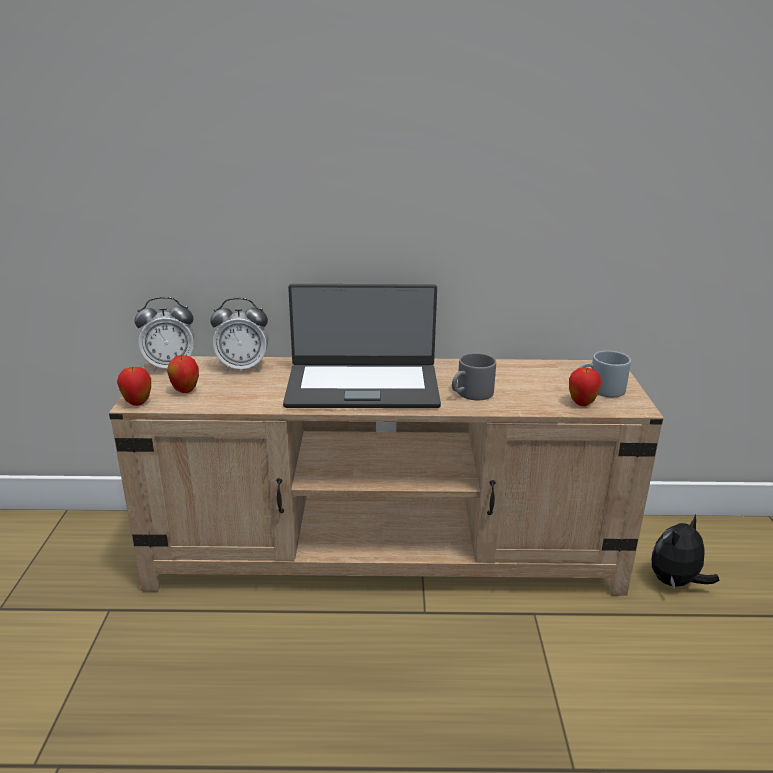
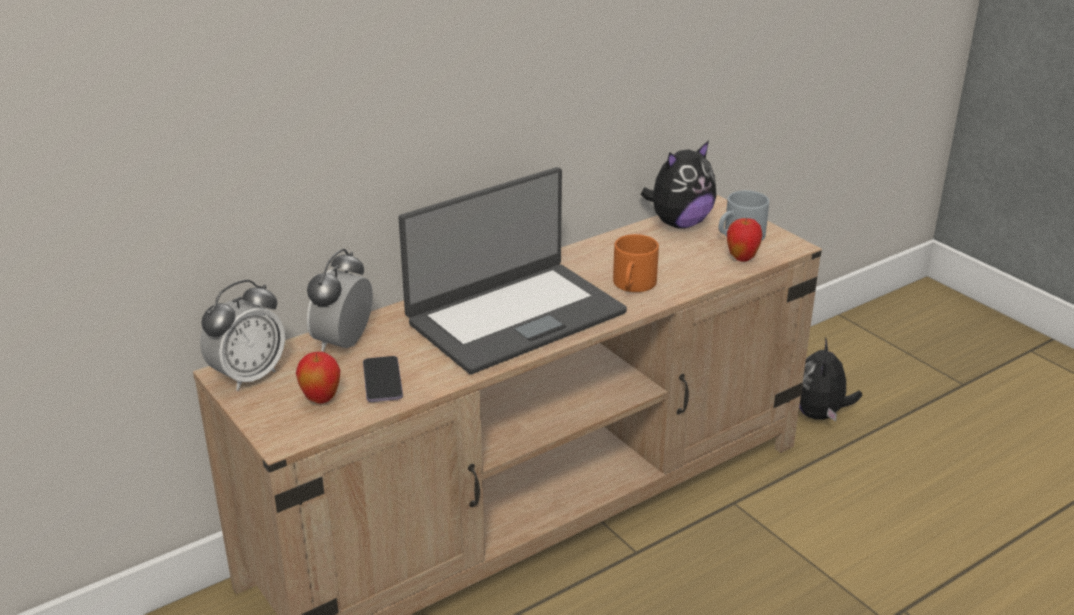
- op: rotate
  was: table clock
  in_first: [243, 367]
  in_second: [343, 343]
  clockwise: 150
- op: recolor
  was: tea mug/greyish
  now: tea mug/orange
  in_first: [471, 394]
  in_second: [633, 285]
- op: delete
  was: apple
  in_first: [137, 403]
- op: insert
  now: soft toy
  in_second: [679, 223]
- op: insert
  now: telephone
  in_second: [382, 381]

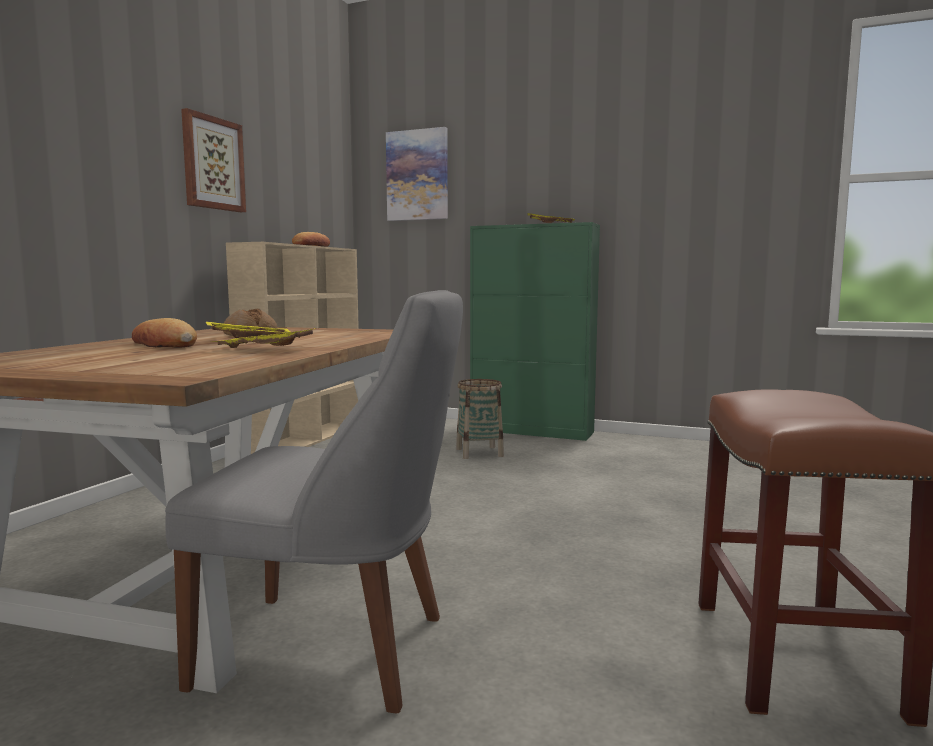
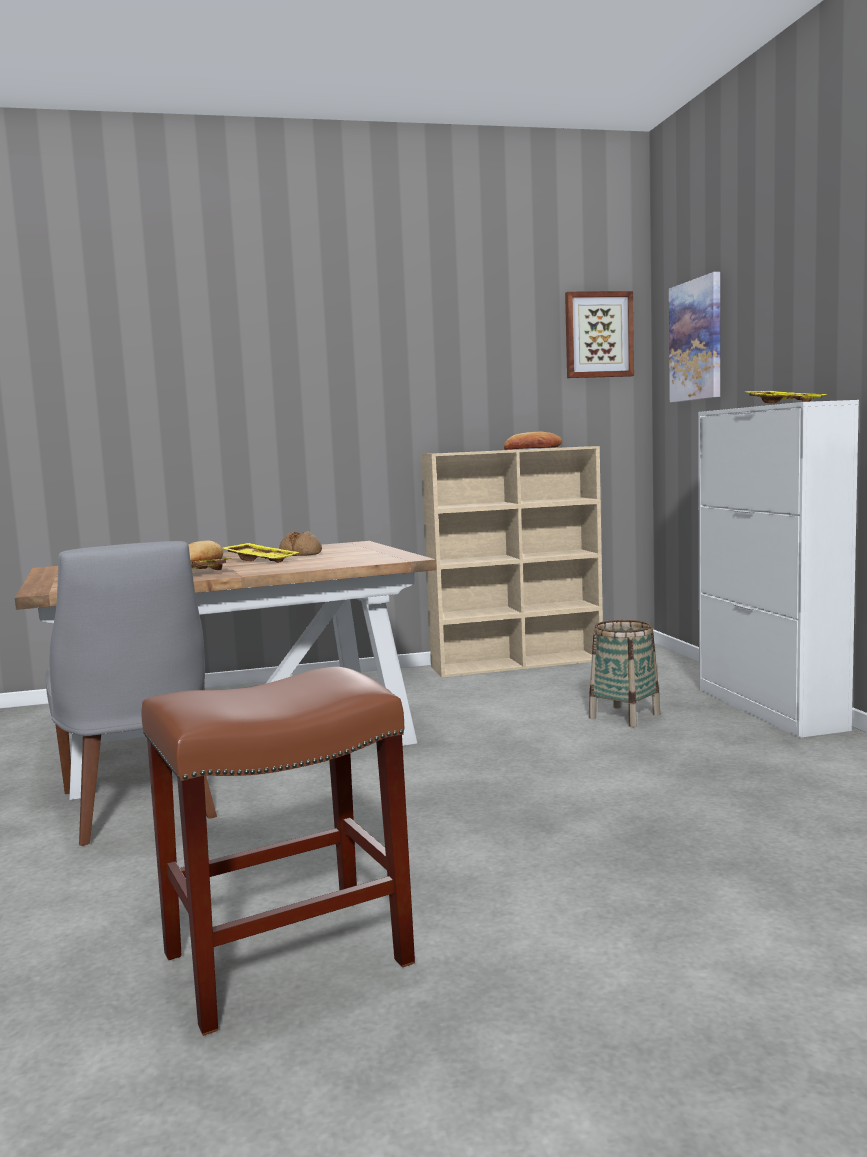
- op: move
  was: wall art
  in_first: [212, 163]
  in_second: [598, 335]
- op: recolor
  was: cupboard/greenish
  now: cupboard/white-coloured
  in_first: [532, 431]
  in_second: [769, 709]

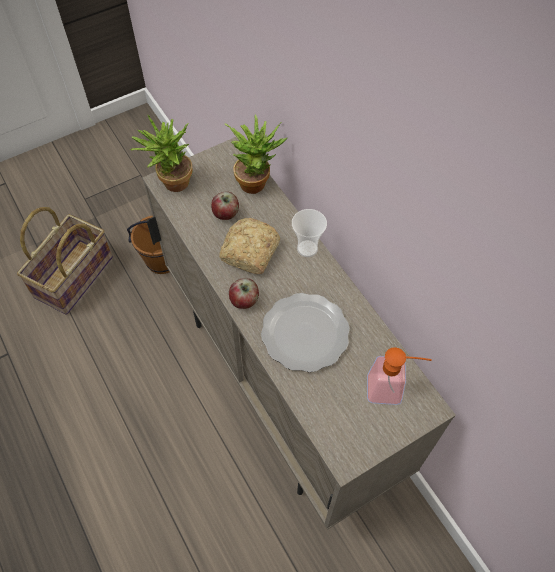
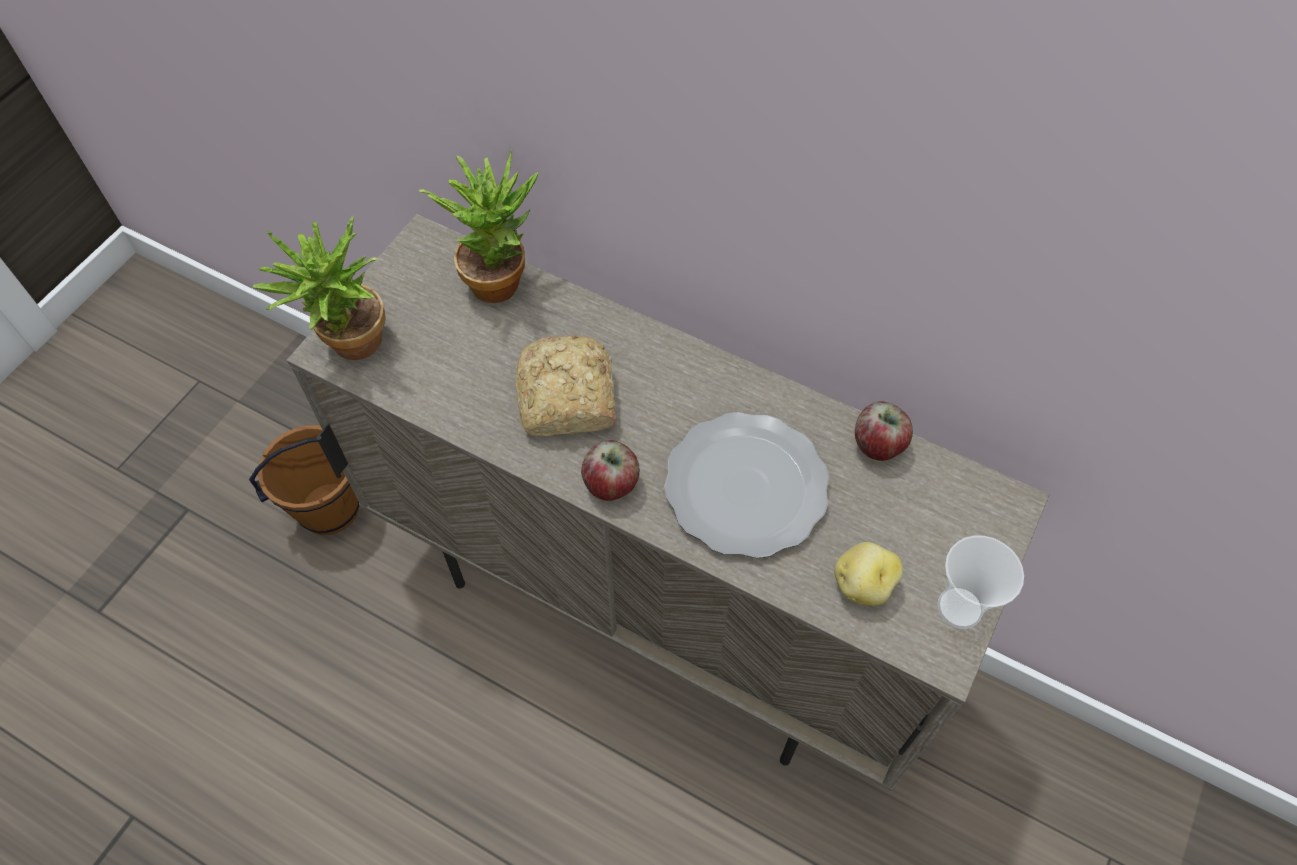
- op: move
  was: apple
  in_first: [226, 214]
  in_second: [878, 444]
- op: delete
  was: storage basket
  in_first: [75, 278]
- op: move
  was: drinking cup
  in_first: [307, 248]
  in_second: [959, 608]
- op: delete
  was: liquid soap bottle
  in_first: [391, 389]
- op: insert
  now: spud
  in_second: [862, 584]

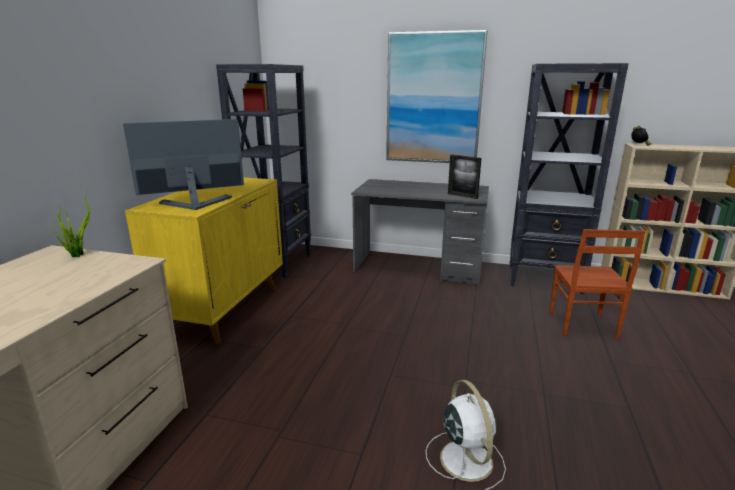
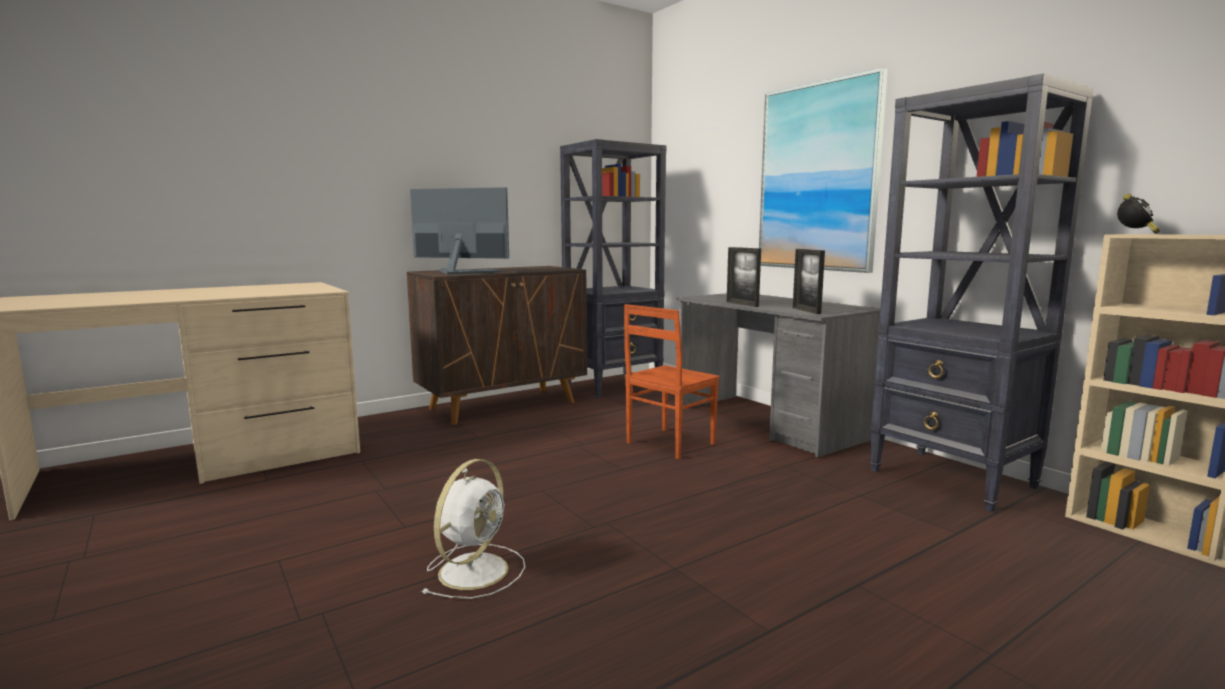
- op: recolor
  was: cupboard/yellow-coloured
  now: cupboard/brown
  in_first: [225, 308]
  in_second: [504, 405]
- op: delete
  was: plant in a pot
  in_first: [77, 254]
- op: move
  was: plain chair/brown
  in_first: [581, 326]
  in_second: [668, 443]
- op: insert
  now: picture frame
  in_second: [742, 304]

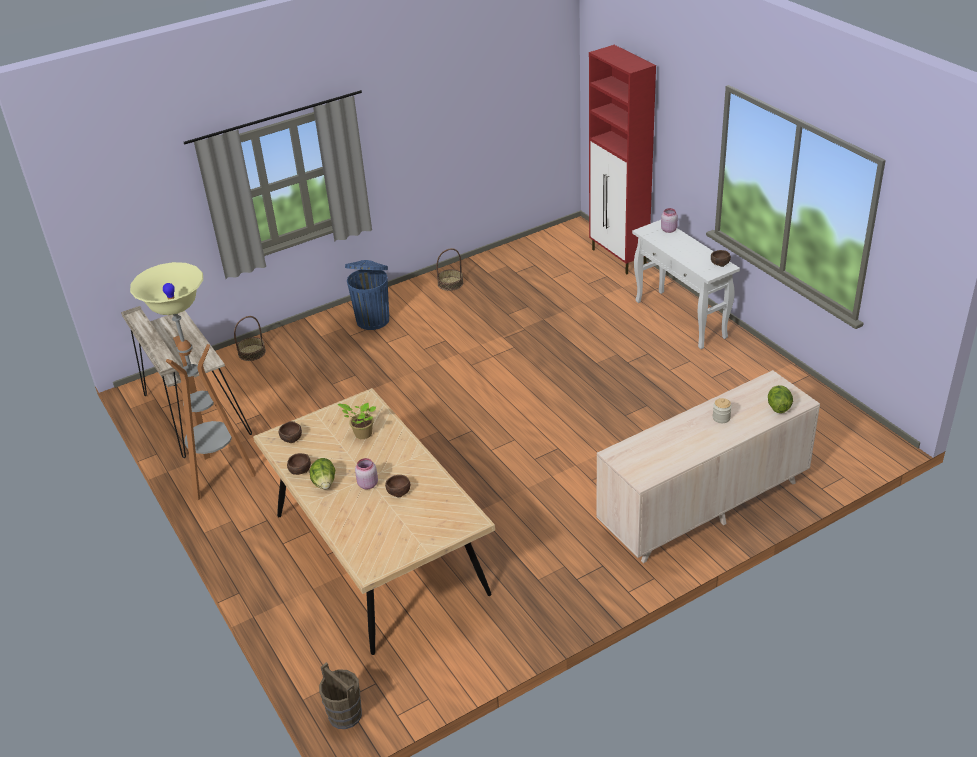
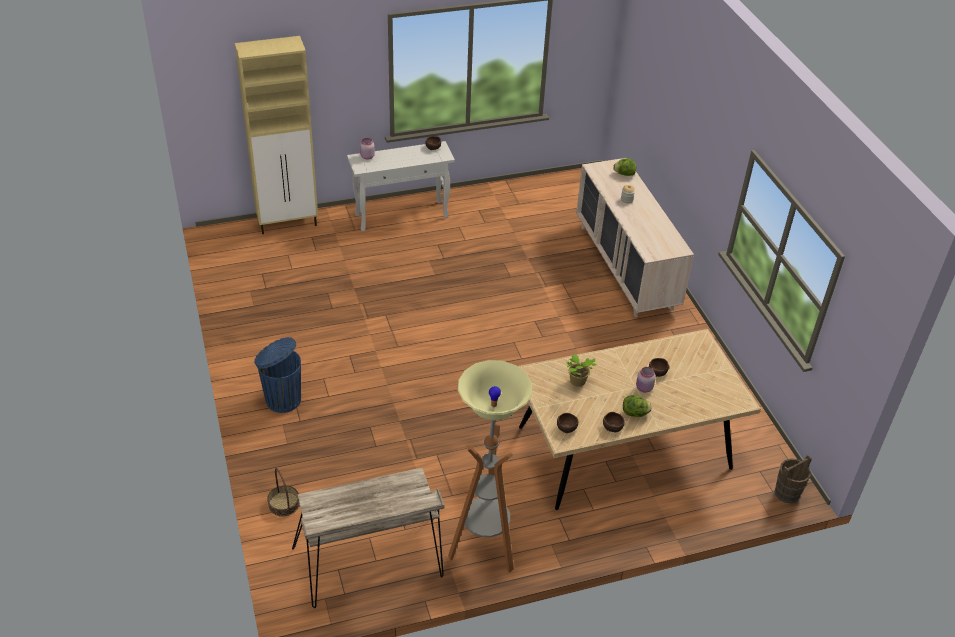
- op: recolor
  was: cupboard/reddish
  now: cupboard/beige
  in_first: [619, 258]
  in_second: [288, 223]
- op: delete
  was: storage basket
  in_first: [450, 283]

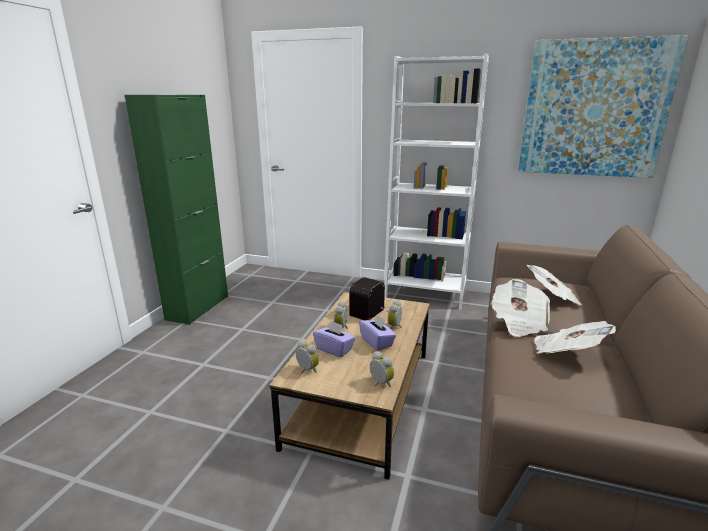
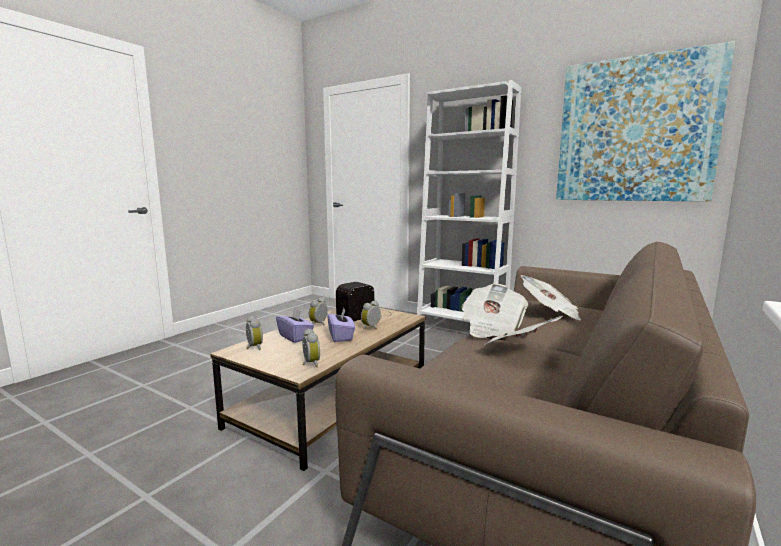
- op: delete
  was: cupboard/greenish
  in_first: [198, 307]

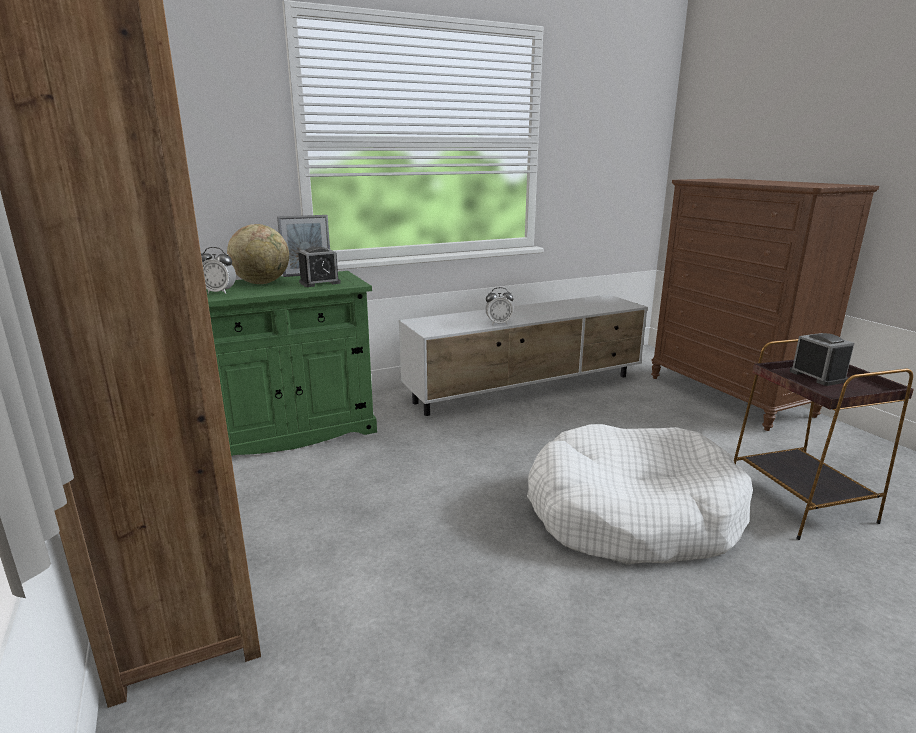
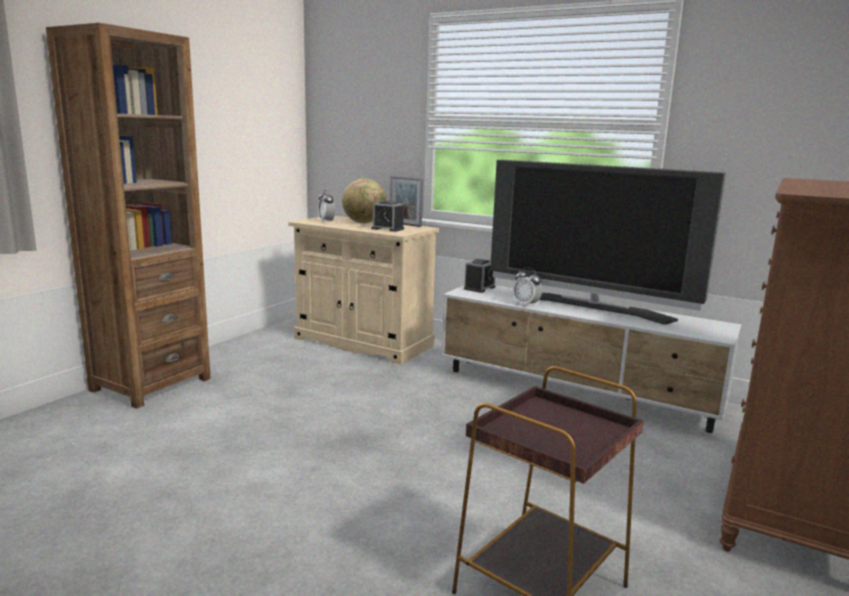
- op: recolor
  was: cupboard/greenish
  now: cupboard/beige
  in_first: [288, 432]
  in_second: [363, 342]
- op: move
  was: table clock
  in_first: [817, 376]
  in_second: [479, 288]
- op: delete
  was: pet bed/white-coloured
  in_first: [631, 514]
- op: insert
  now: television
  in_second: [591, 307]

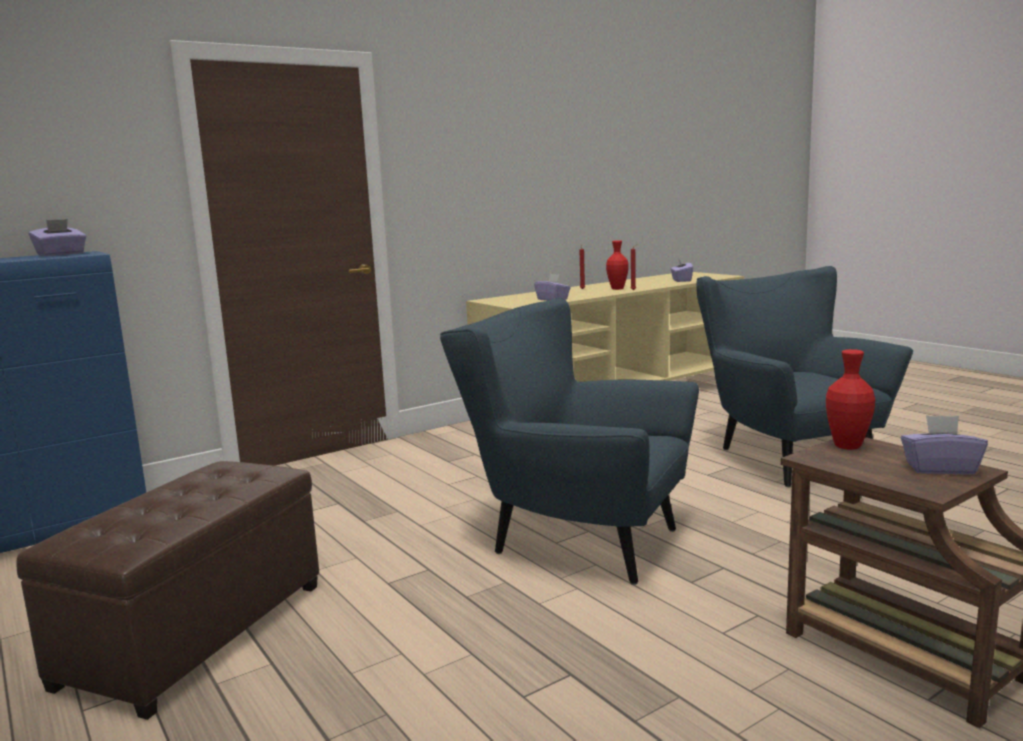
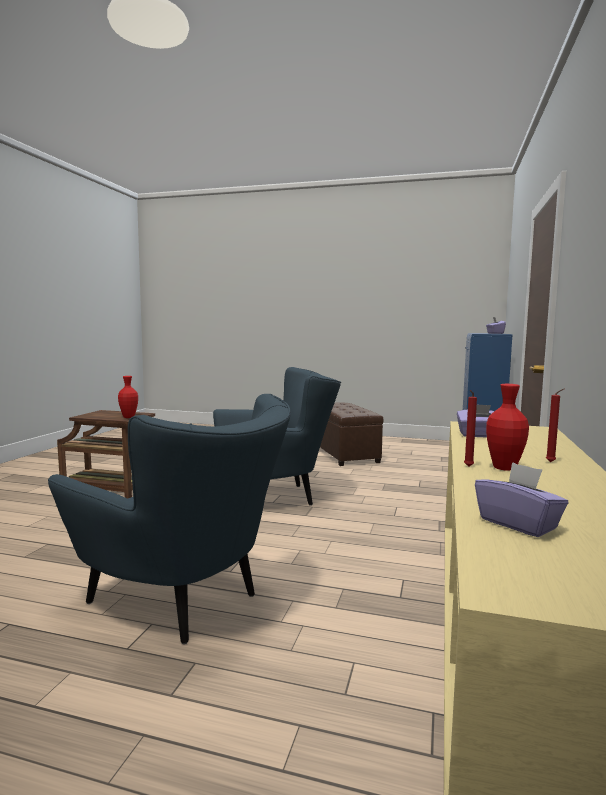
- op: delete
  was: box of tissues/purplish
  in_first: [940, 468]

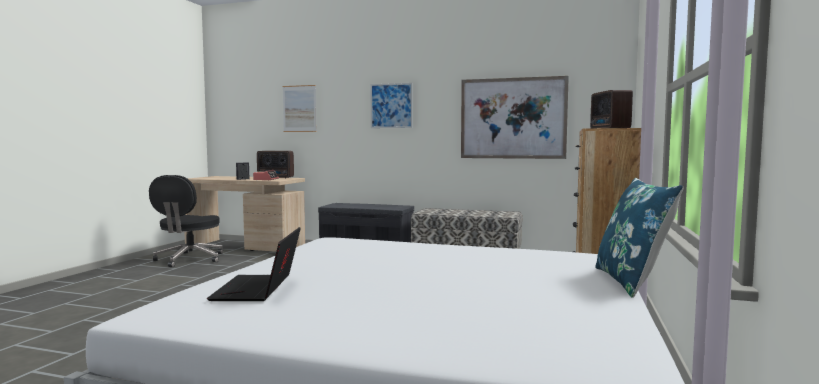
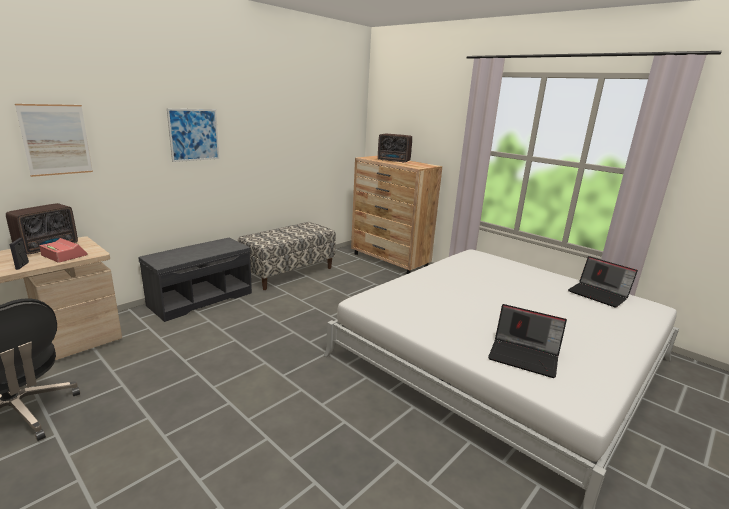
- op: delete
  was: wall art
  in_first: [512, 118]
- op: delete
  was: pillow/blue-coloured
  in_first: [632, 282]
- op: insert
  now: notebook computer
  in_second: [599, 294]

